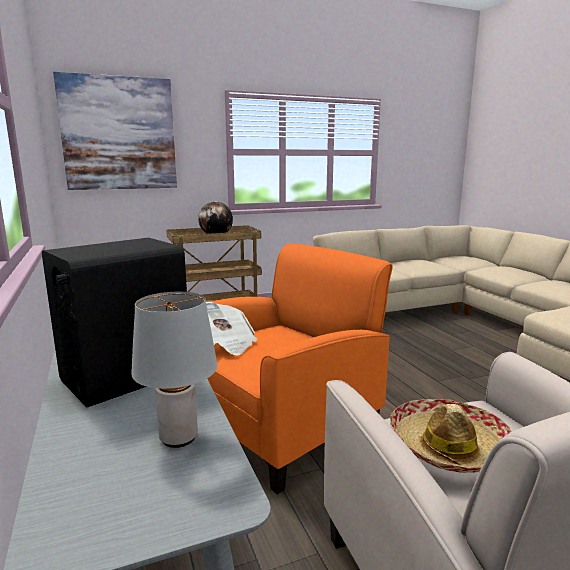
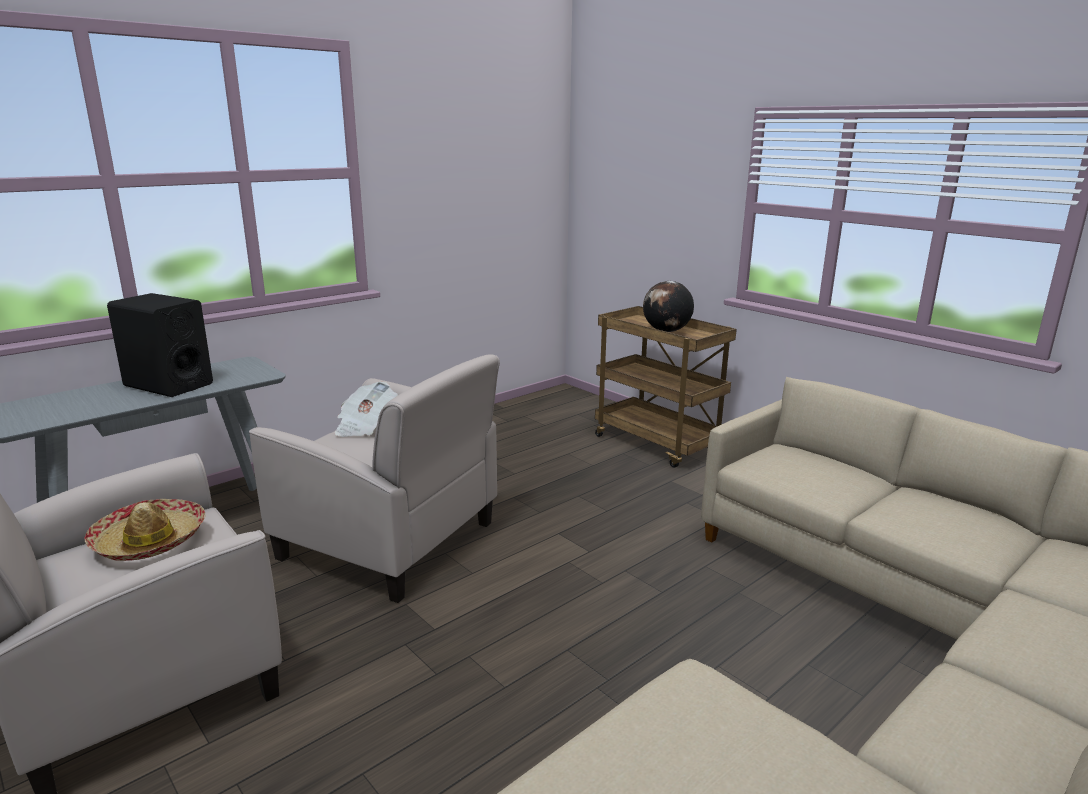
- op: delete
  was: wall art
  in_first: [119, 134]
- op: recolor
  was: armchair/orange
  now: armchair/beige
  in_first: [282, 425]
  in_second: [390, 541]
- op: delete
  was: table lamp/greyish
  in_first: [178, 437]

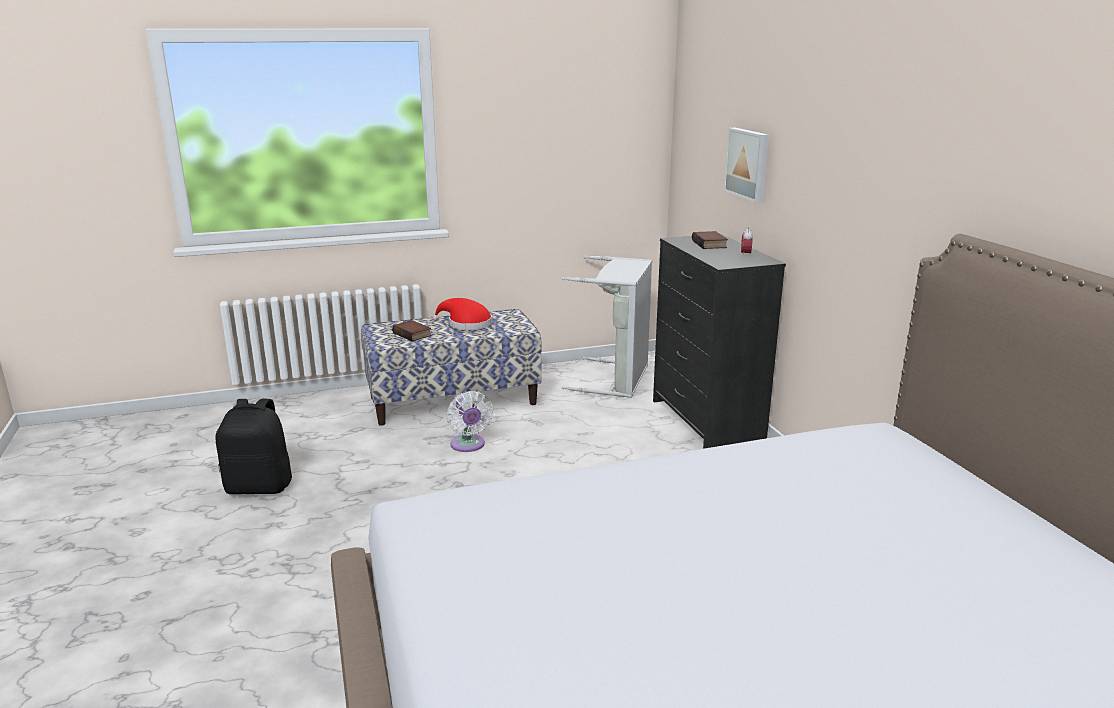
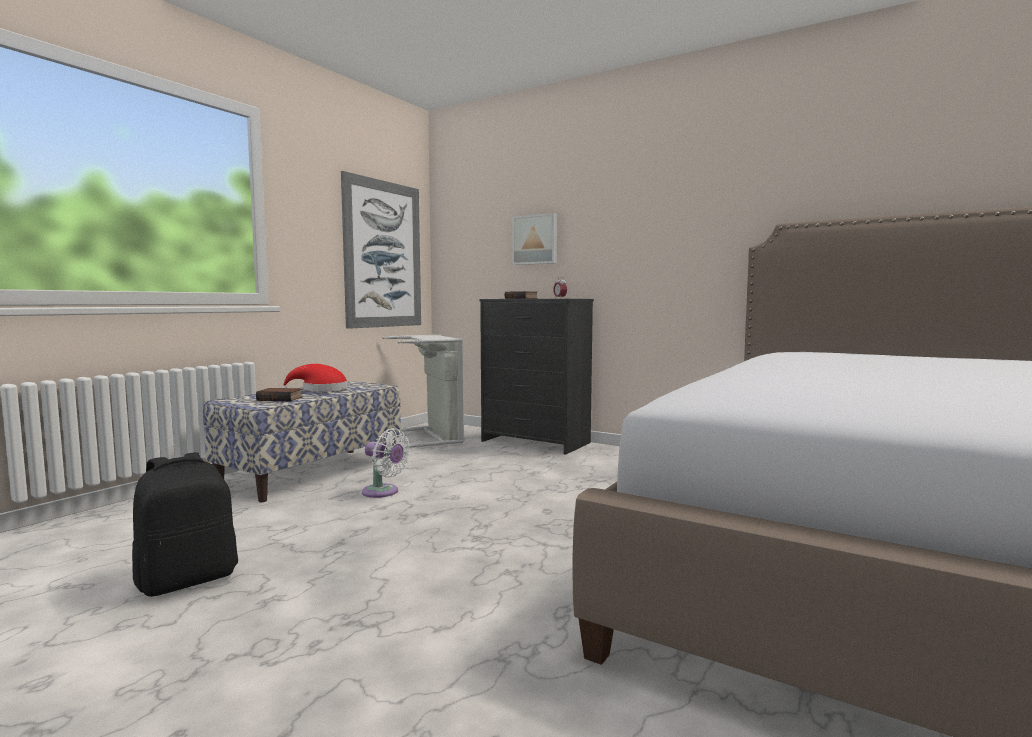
- op: insert
  now: wall art
  in_second: [383, 254]

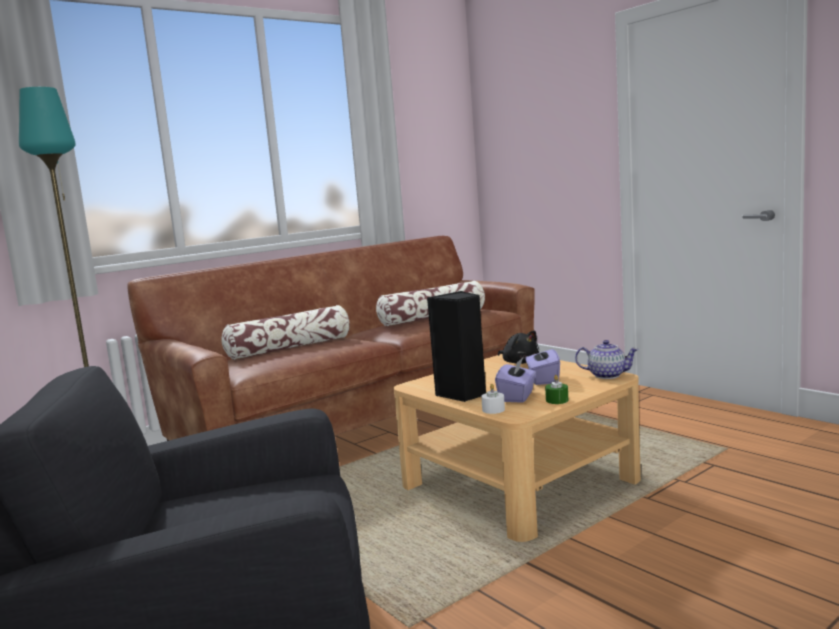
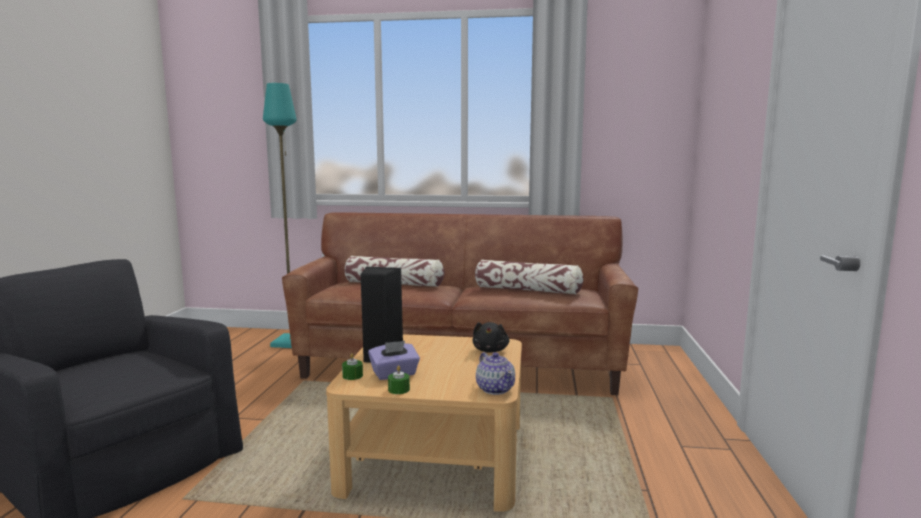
- op: delete
  was: box of tissues/purplish
  in_first: [543, 379]
- op: recolor
  was: wax candle/white-coloured
  now: wax candle/greenish
  in_first: [493, 410]
  in_second: [352, 376]

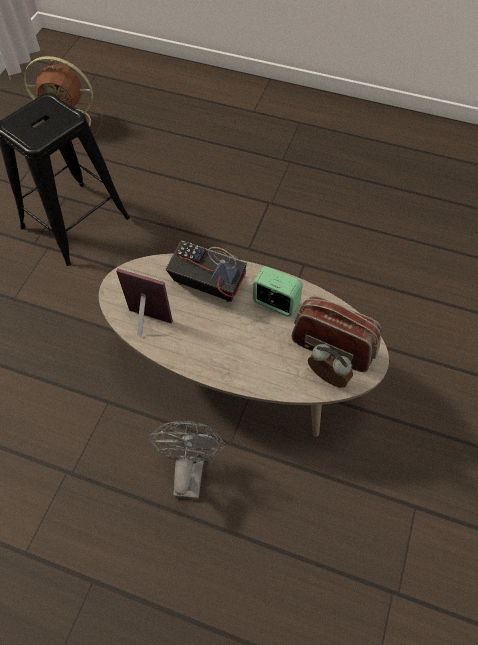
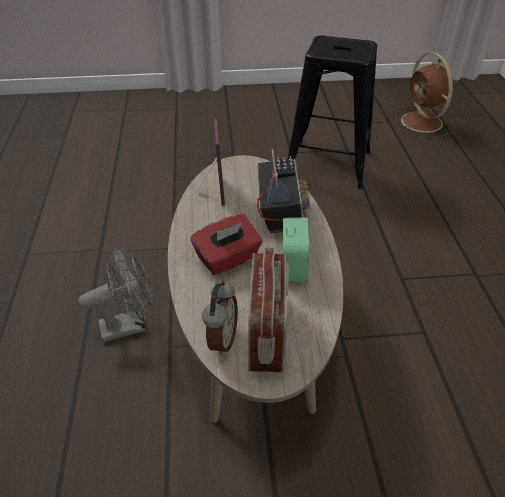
- op: insert
  now: box of tissues/reddish
  in_second: [228, 259]

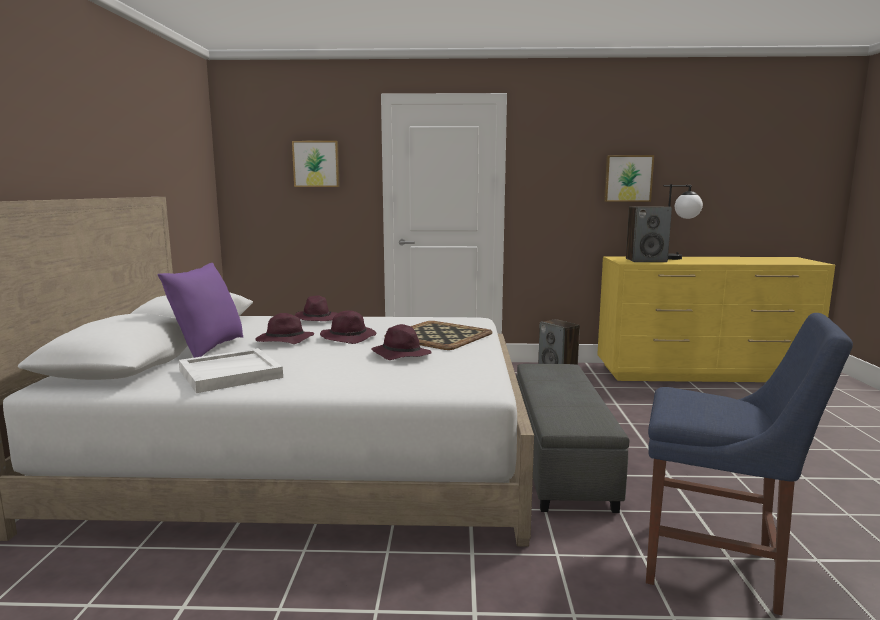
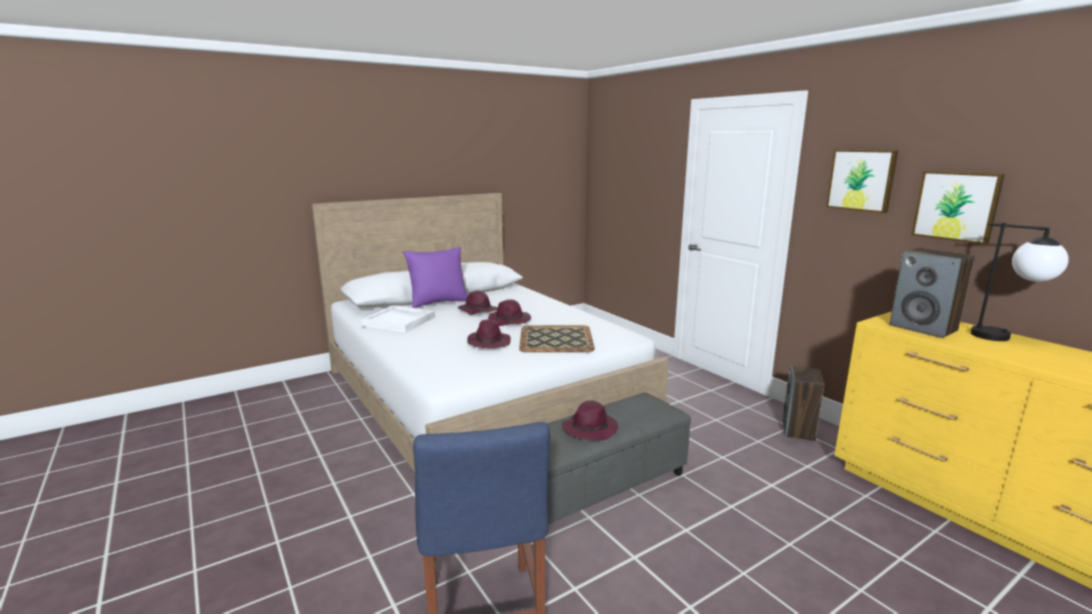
- op: move
  was: wall art
  in_first: [316, 164]
  in_second: [862, 180]
- op: move
  was: wearable hat/purplish
  in_first: [316, 319]
  in_second: [590, 428]

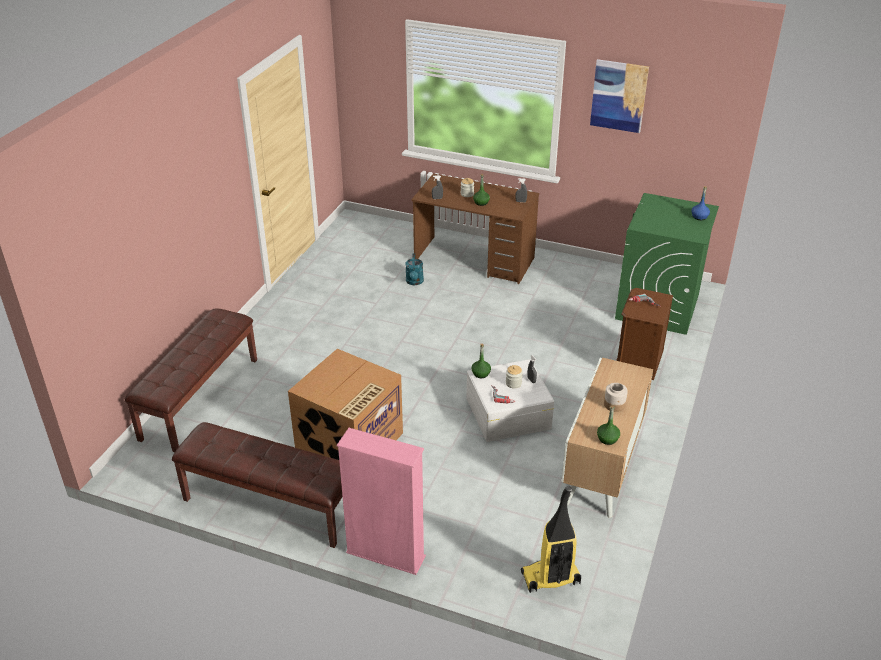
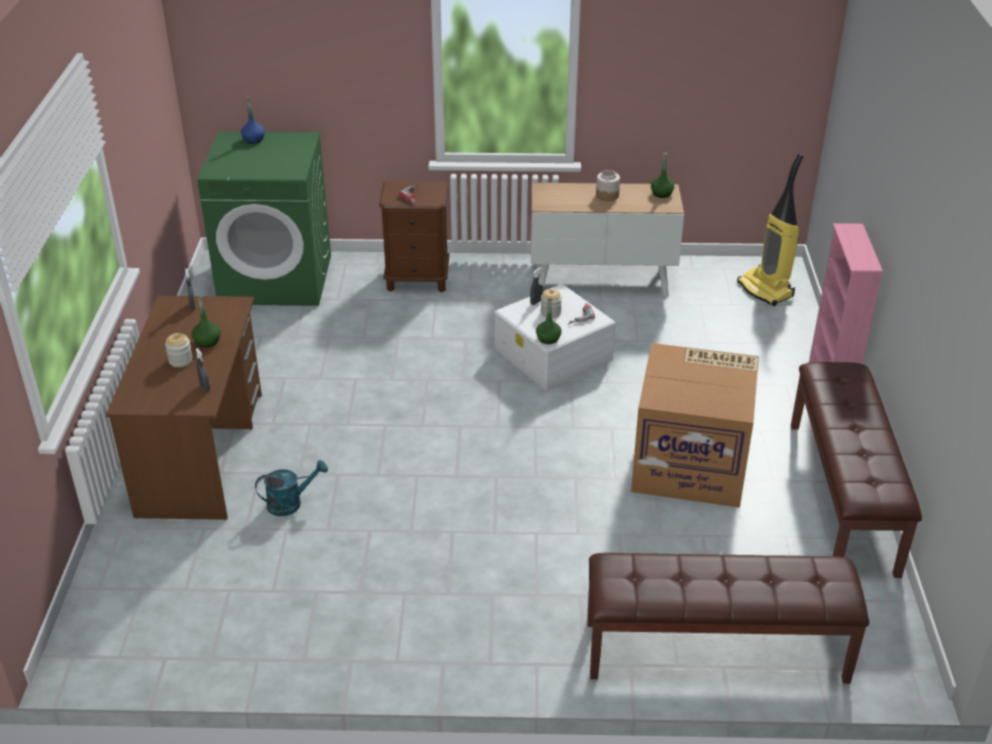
- op: delete
  was: wall art
  in_first: [619, 96]

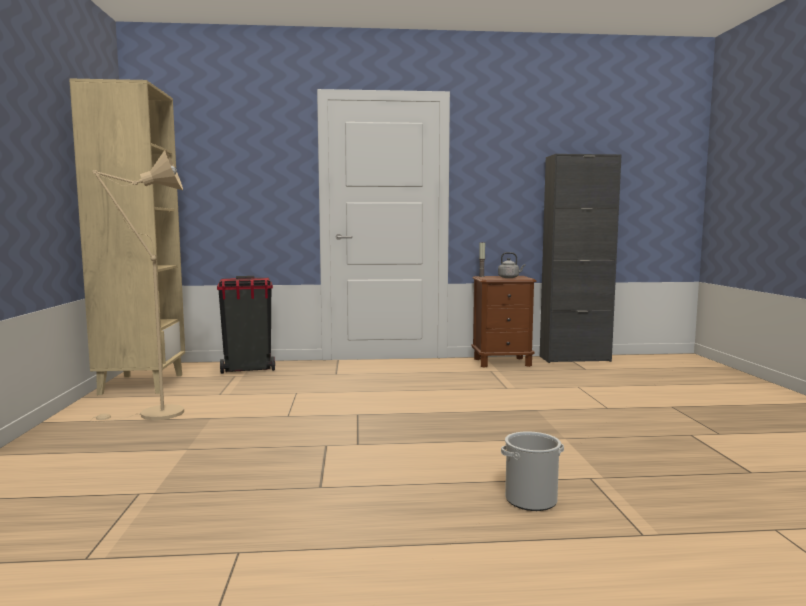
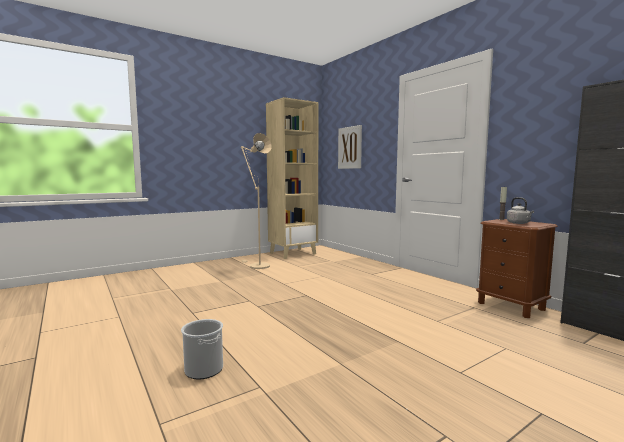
- op: delete
  was: rubbish bin/blackish
  in_first: [248, 369]
- op: insert
  now: wall art
  in_second: [350, 147]

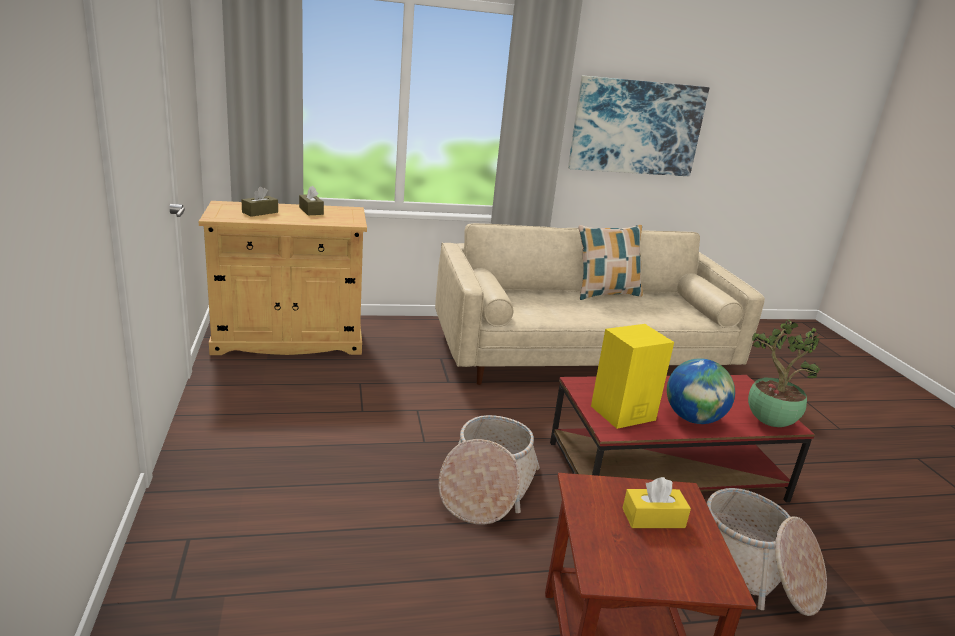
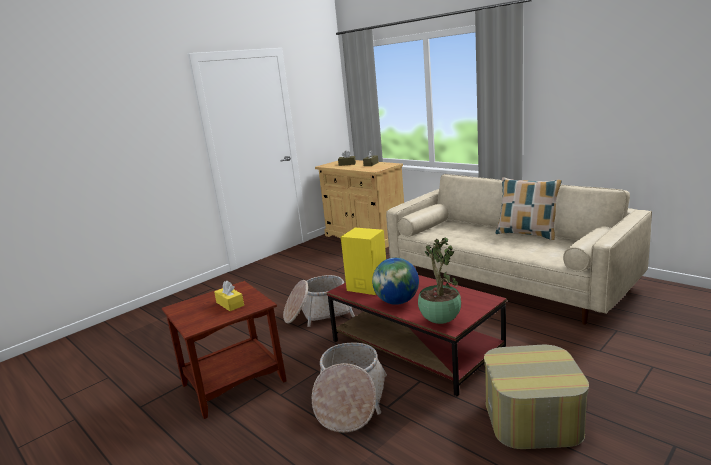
- op: delete
  was: wall art
  in_first: [636, 127]
- op: insert
  now: pouffe
  in_second: [533, 417]

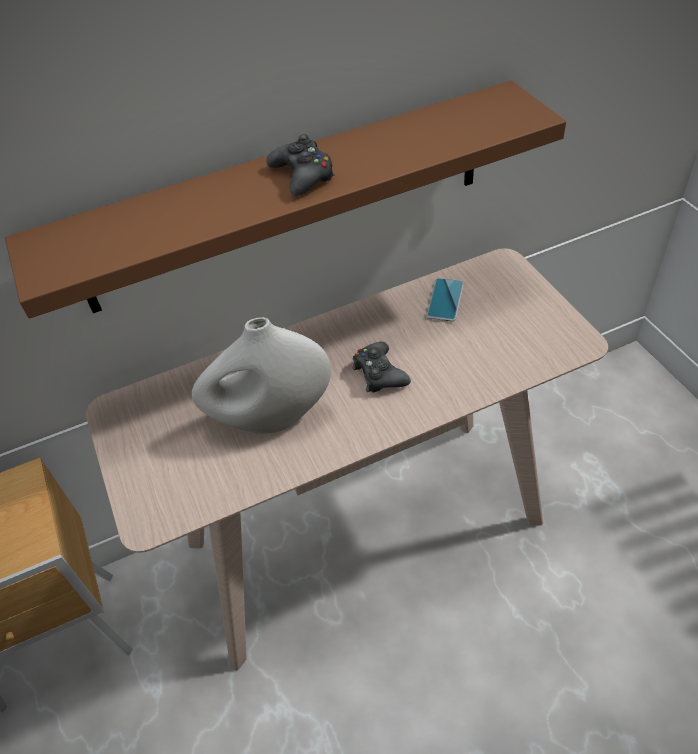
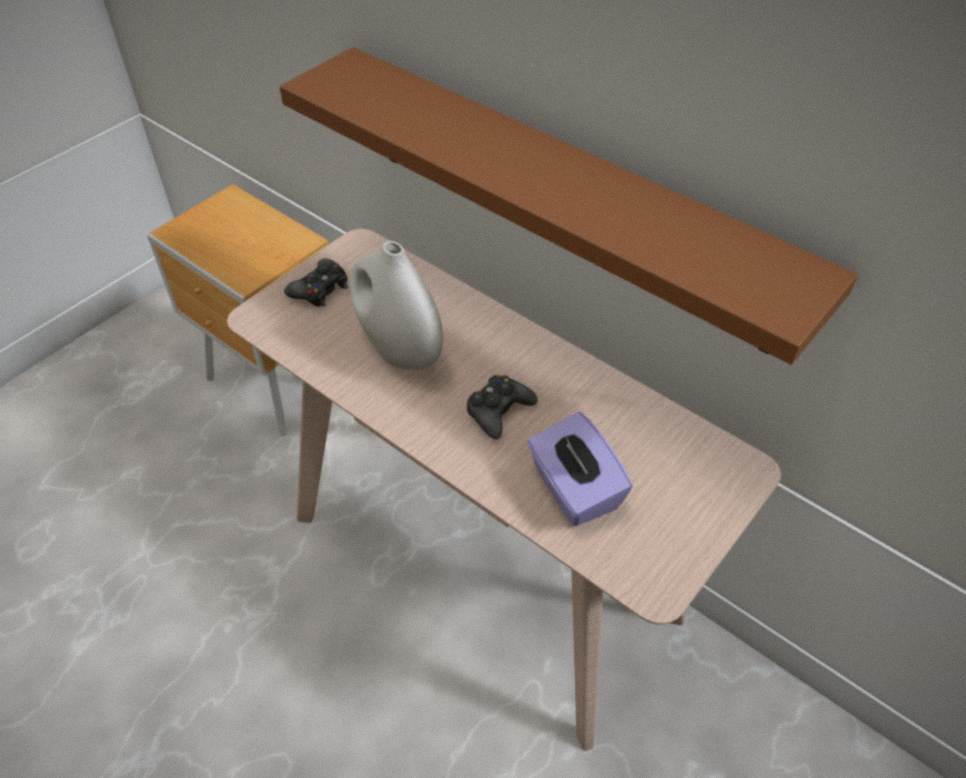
- op: move
  was: gamepad/blackish
  in_first: [303, 175]
  in_second: [320, 289]
- op: delete
  was: telephone
  in_first: [445, 300]
- op: insert
  now: box of tissues/purplish
  in_second: [574, 489]

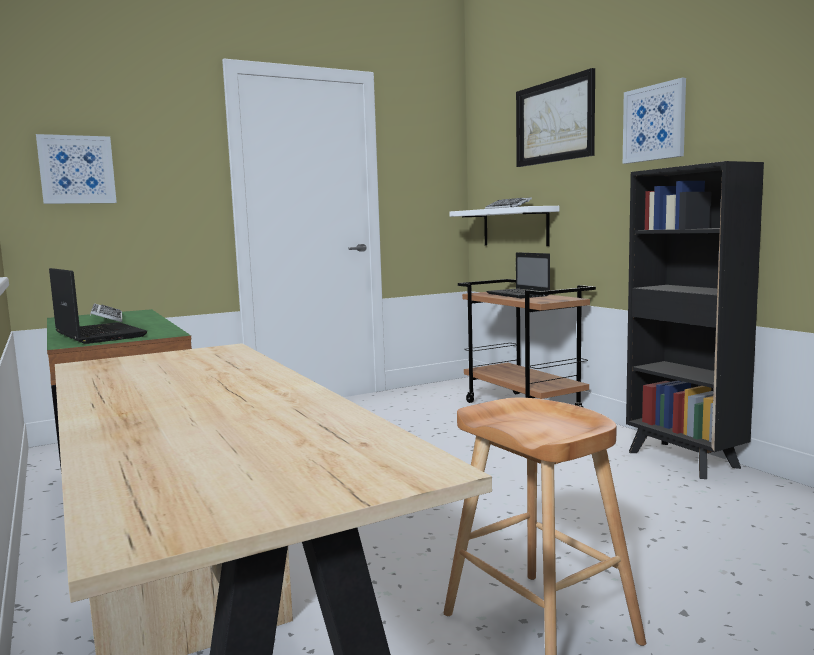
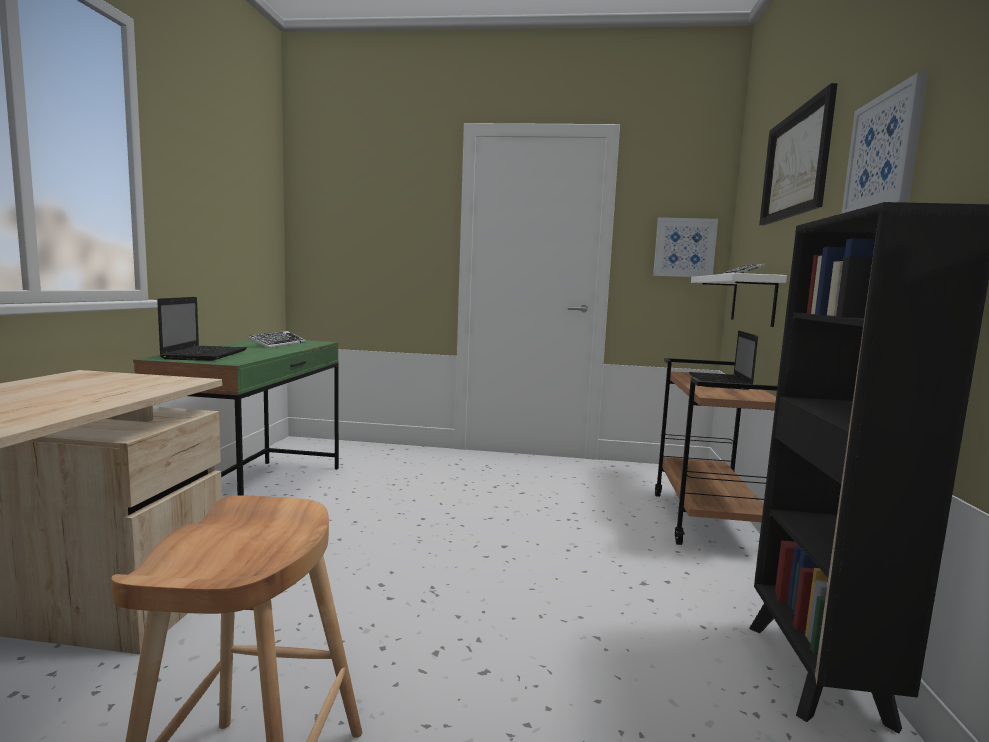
- op: move
  was: wall art
  in_first: [77, 170]
  in_second: [684, 247]

